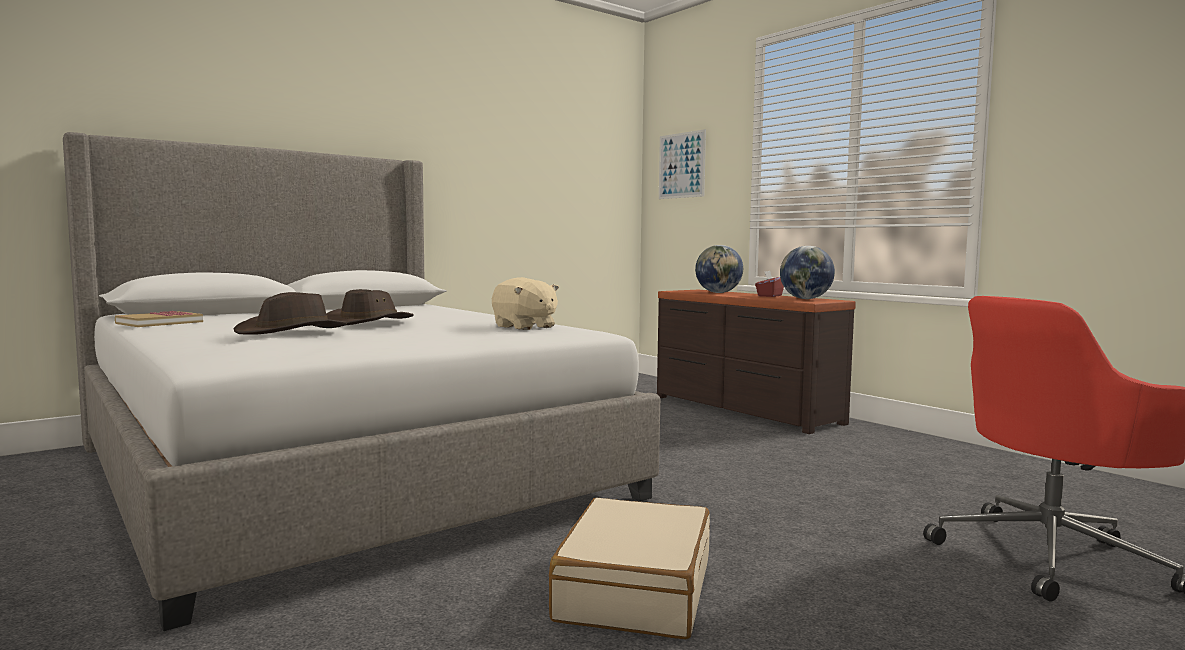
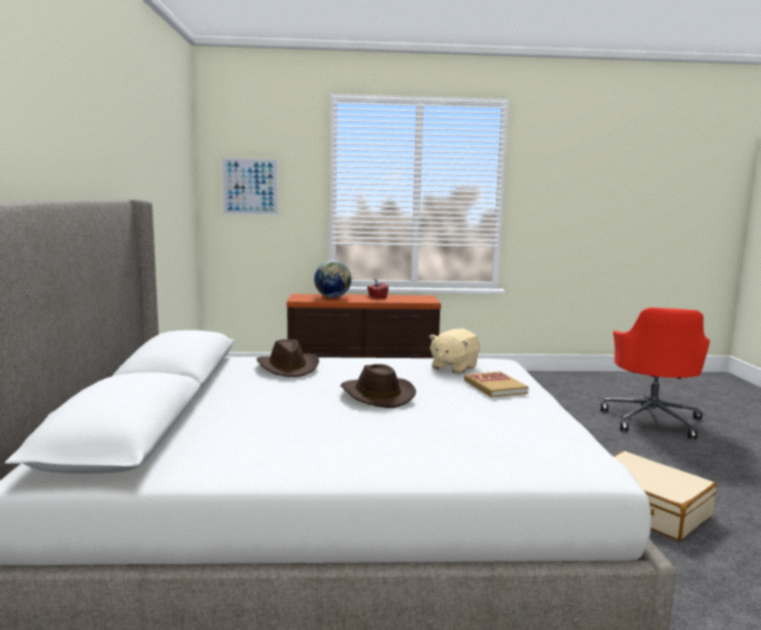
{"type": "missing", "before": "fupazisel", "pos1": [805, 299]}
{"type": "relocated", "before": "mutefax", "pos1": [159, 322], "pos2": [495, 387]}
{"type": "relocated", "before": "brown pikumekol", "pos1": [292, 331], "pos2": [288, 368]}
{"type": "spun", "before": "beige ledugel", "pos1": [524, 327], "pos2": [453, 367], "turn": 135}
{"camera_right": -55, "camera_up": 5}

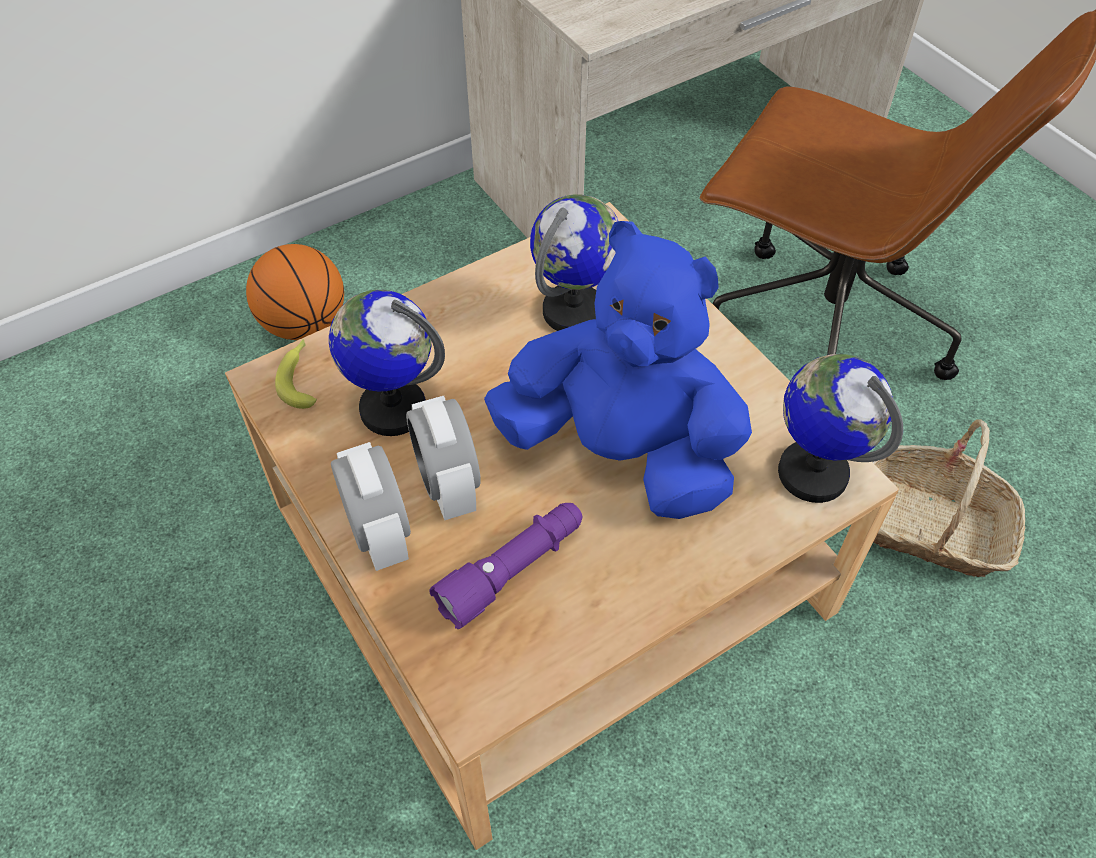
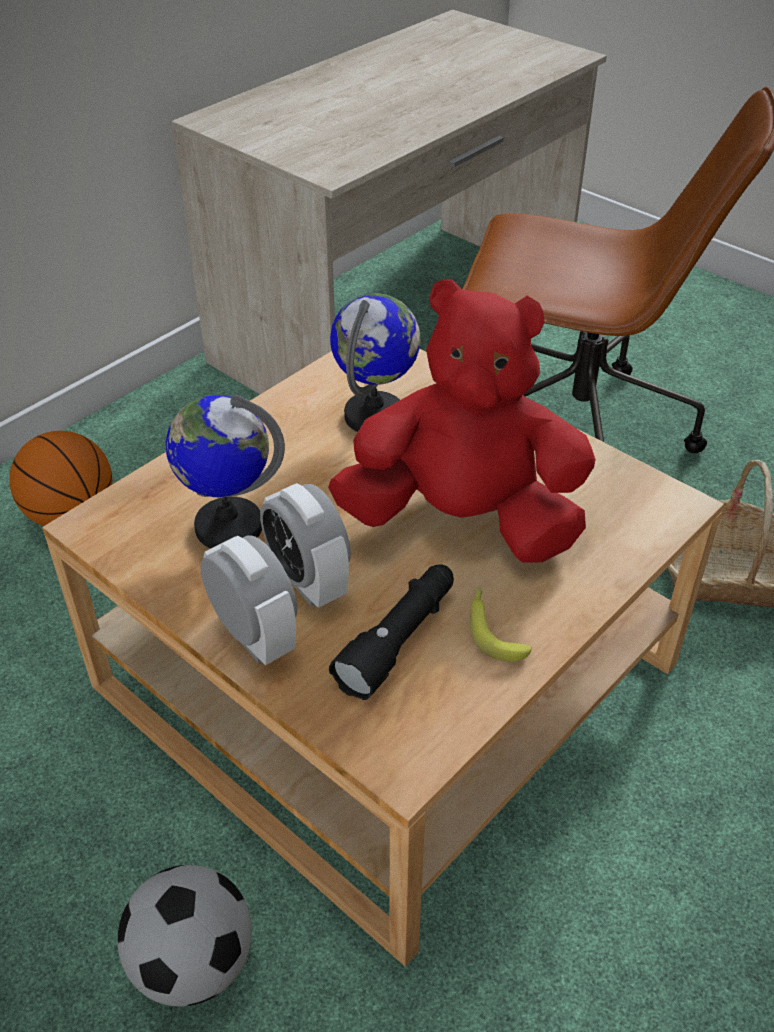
{"type": "missing", "before": "fupazisel", "pos1": [812, 472]}
{"type": "appeared", "after": "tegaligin", "pos2": [193, 962]}
{"type": "relocated", "before": "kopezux", "pos1": [300, 378], "pos2": [493, 629]}
{"type": "colour", "before": "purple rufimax", "after": "black rufimax", "pos1": [512, 570], "pos2": [399, 640]}
{"type": "colour", "before": "blue ledugel", "after": "red ledugel", "pos1": [621, 452], "pos2": [464, 521]}
{"camera_right": -15, "camera_up": -10}

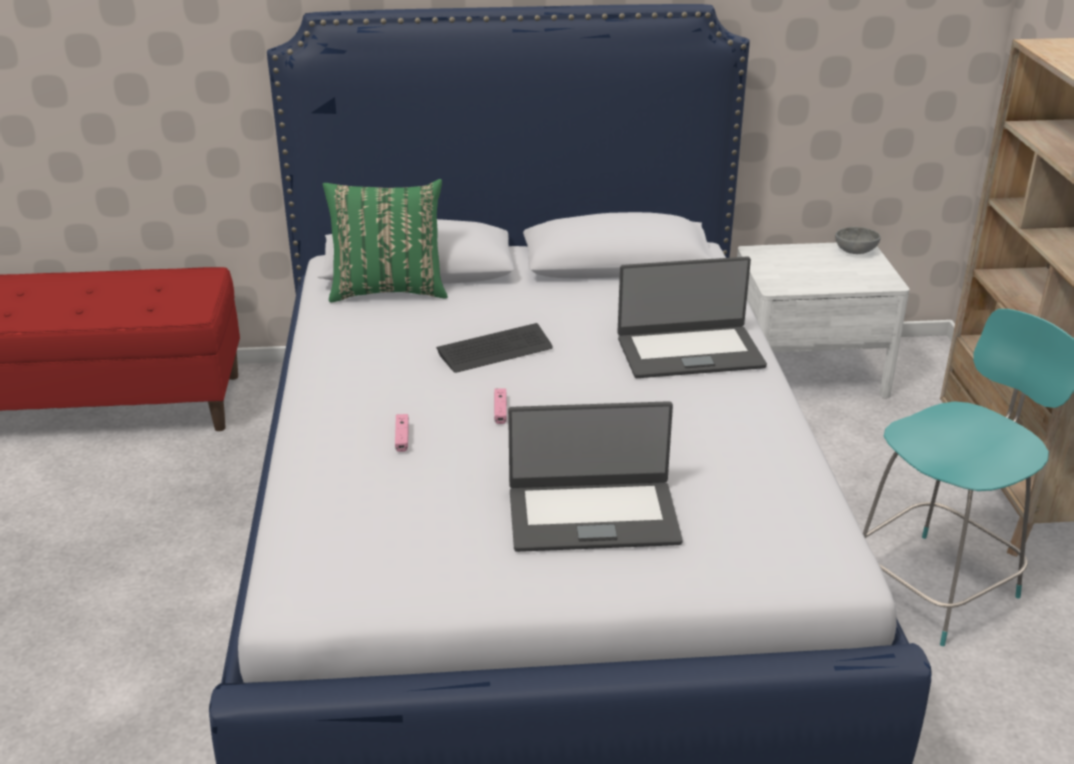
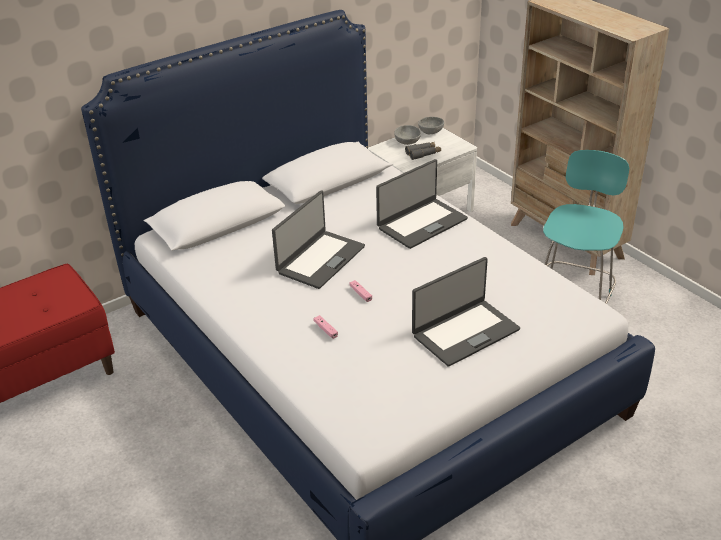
{"type": "missing", "before": "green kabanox", "pos1": [389, 290]}
{"type": "appeared", "after": "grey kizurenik", "pos2": [408, 142]}
{"type": "appeared", "after": "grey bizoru", "pos2": [423, 154]}
{"type": "exchanged", "before": "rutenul", "after": "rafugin", "pos1": [495, 350], "pos2": [320, 259]}
{"camera_right": -30, "camera_up": 5}

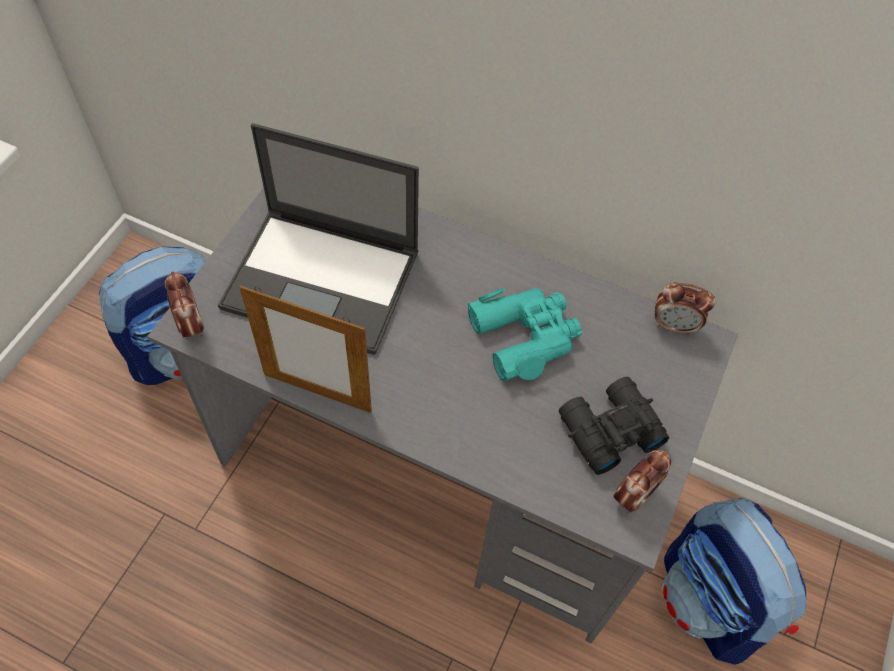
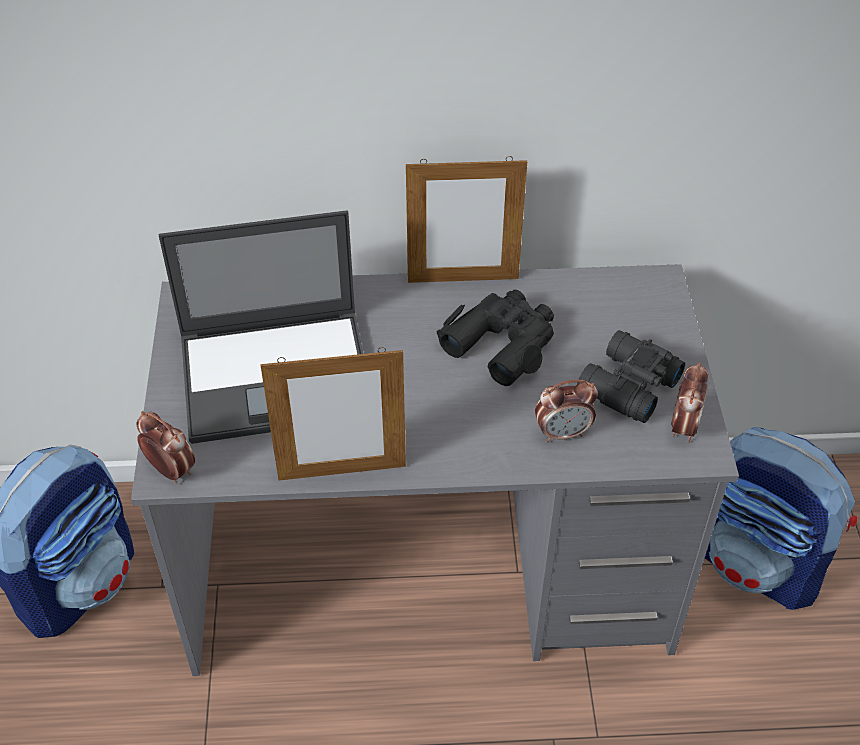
{"type": "appeared", "after": "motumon", "pos2": [463, 280]}
{"type": "relocated", "before": "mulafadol", "pos1": [674, 325], "pos2": [563, 433]}
{"type": "colour", "before": "turquoise bizoru", "after": "black bizoru", "pos1": [525, 336], "pos2": [502, 342]}
{"camera_right": -25, "camera_up": -10}

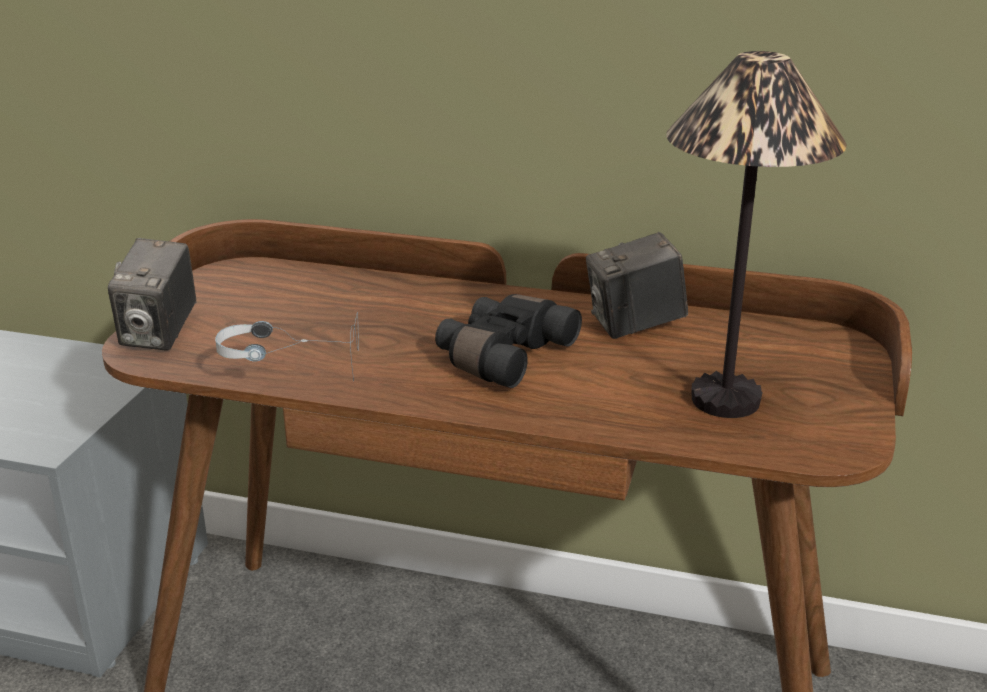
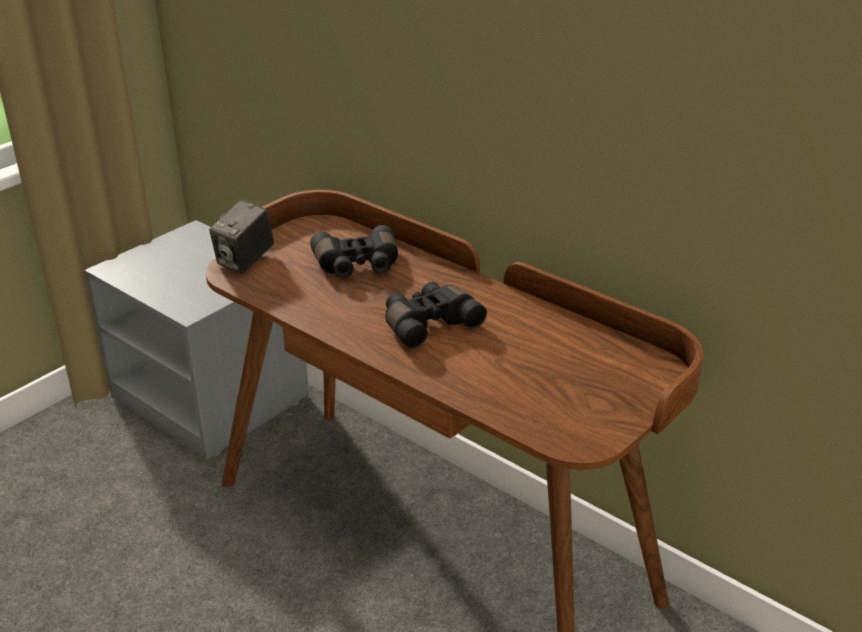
{"type": "missing", "before": "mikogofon", "pos1": [291, 367]}
{"type": "missing", "before": "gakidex", "pos1": [634, 326]}
{"type": "missing", "before": "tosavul", "pos1": [727, 401]}
{"type": "appeared", "after": "black bizoru", "pos2": [357, 266]}
{"camera_right": 25, "camera_up": 5}

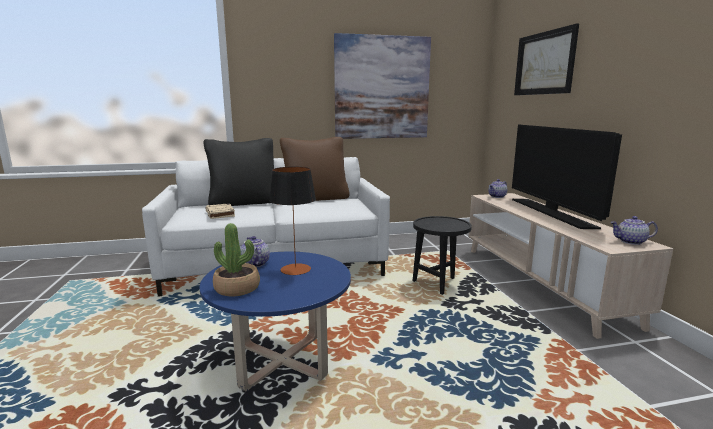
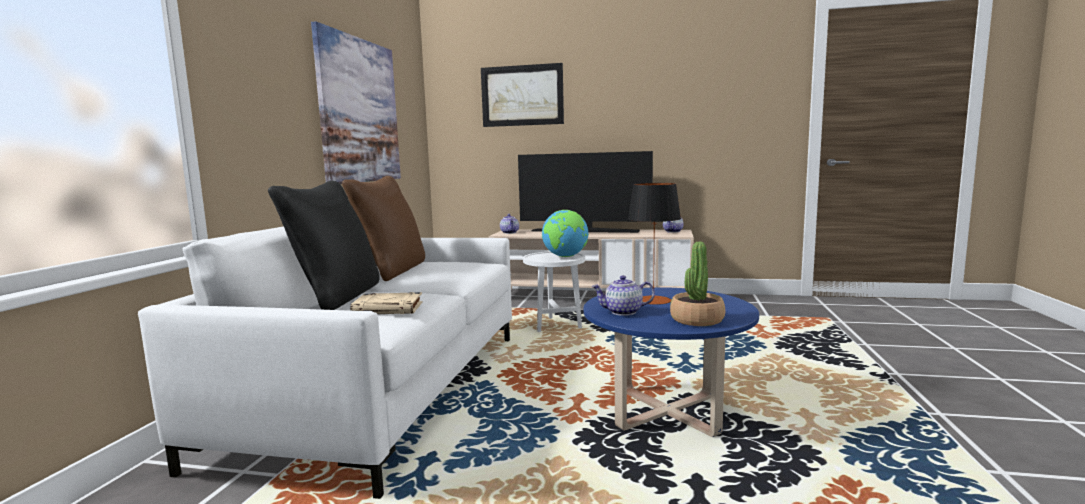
{"type": "appeared", "after": "fupazisel", "pos2": [565, 256]}
{"type": "colour", "before": "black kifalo", "after": "white kifalo", "pos1": [438, 284], "pos2": [555, 325]}
{"camera_right": -65, "camera_up": -5}

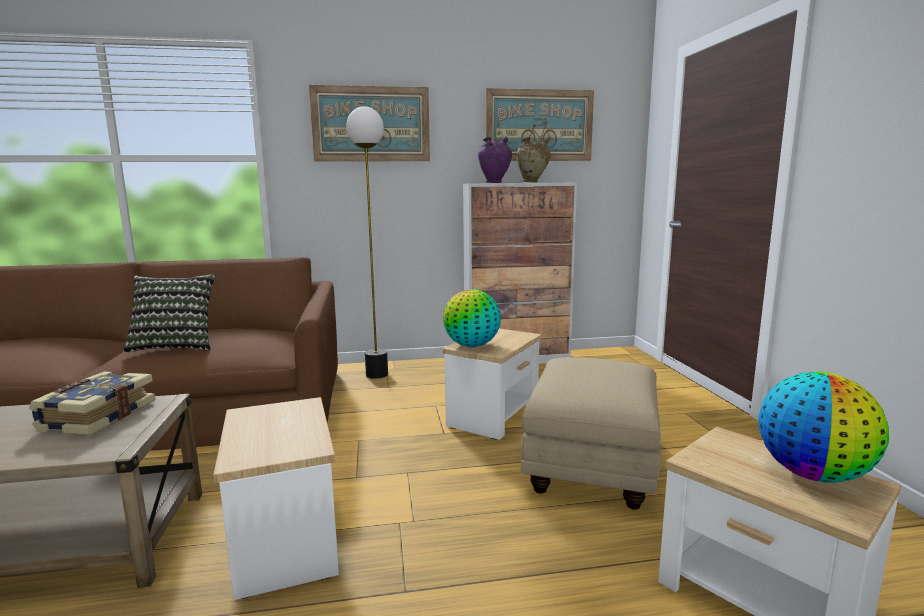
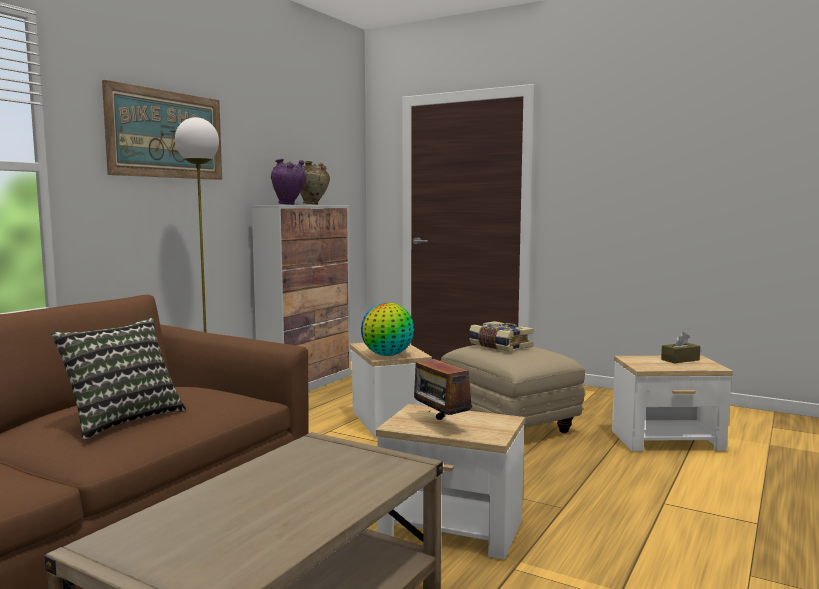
{"type": "missing", "before": "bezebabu", "pos1": [539, 125]}
{"type": "appeared", "after": "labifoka", "pos2": [440, 424]}
{"type": "relocated", "before": "mutefax", "pos1": [96, 416], "pos2": [499, 346]}
{"type": "exchanged", "before": "fupazisel", "after": "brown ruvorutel", "pos1": [813, 474], "pos2": [680, 360]}
{"camera_right": -50, "camera_up": -5}

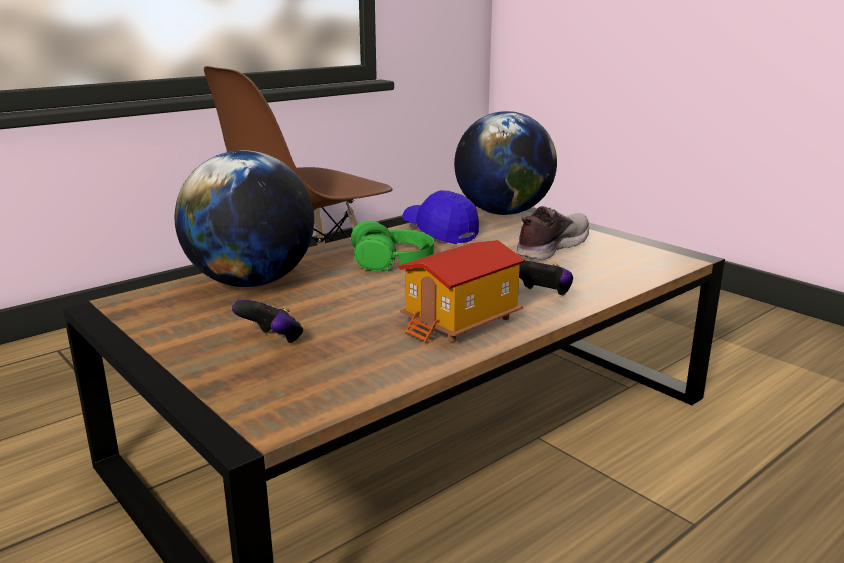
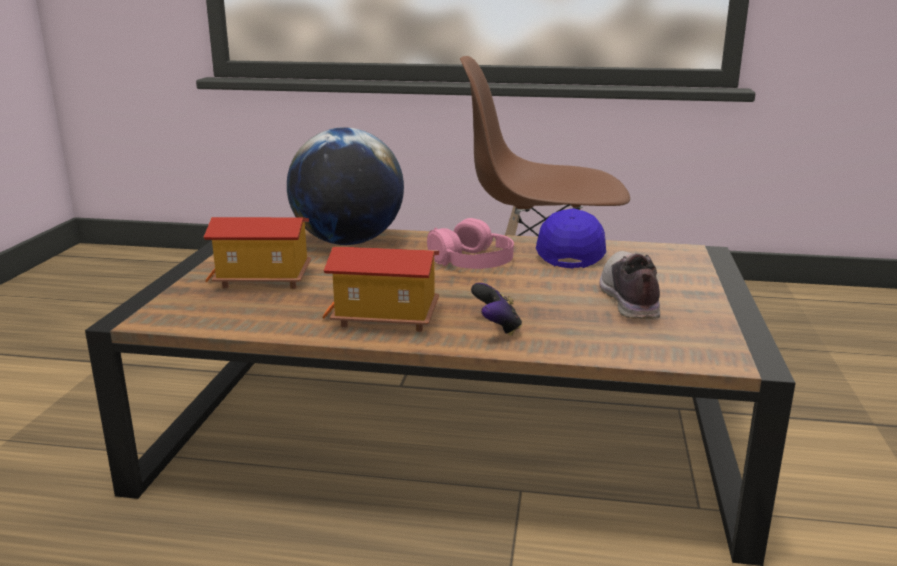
{"type": "missing", "before": "fupazisel", "pos1": [503, 213]}
{"type": "exchanged", "before": "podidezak", "after": "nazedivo", "pos1": [273, 341], "pos2": [262, 280]}
{"type": "colour", "before": "green mikogofon", "after": "pink mikogofon", "pos1": [393, 259], "pos2": [472, 260]}
{"type": "spun", "before": "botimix", "pos1": [550, 247], "pos2": [628, 298], "turn": -90}
{"camera_right": 50, "camera_up": 0}

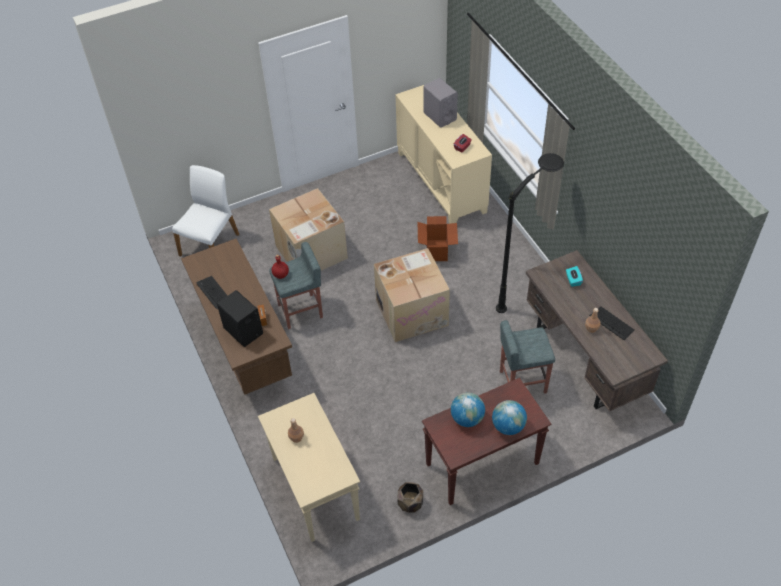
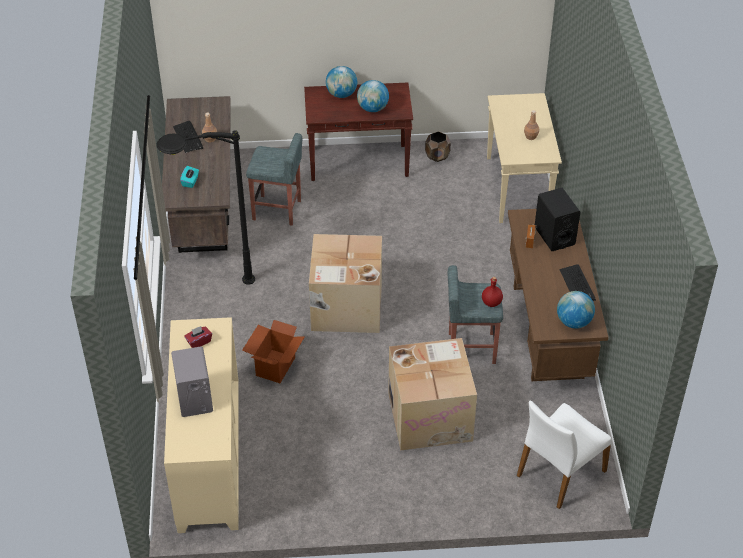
{"type": "appeared", "after": "fupazisel", "pos2": [573, 322]}
{"camera_right": -160, "camera_up": -5}

